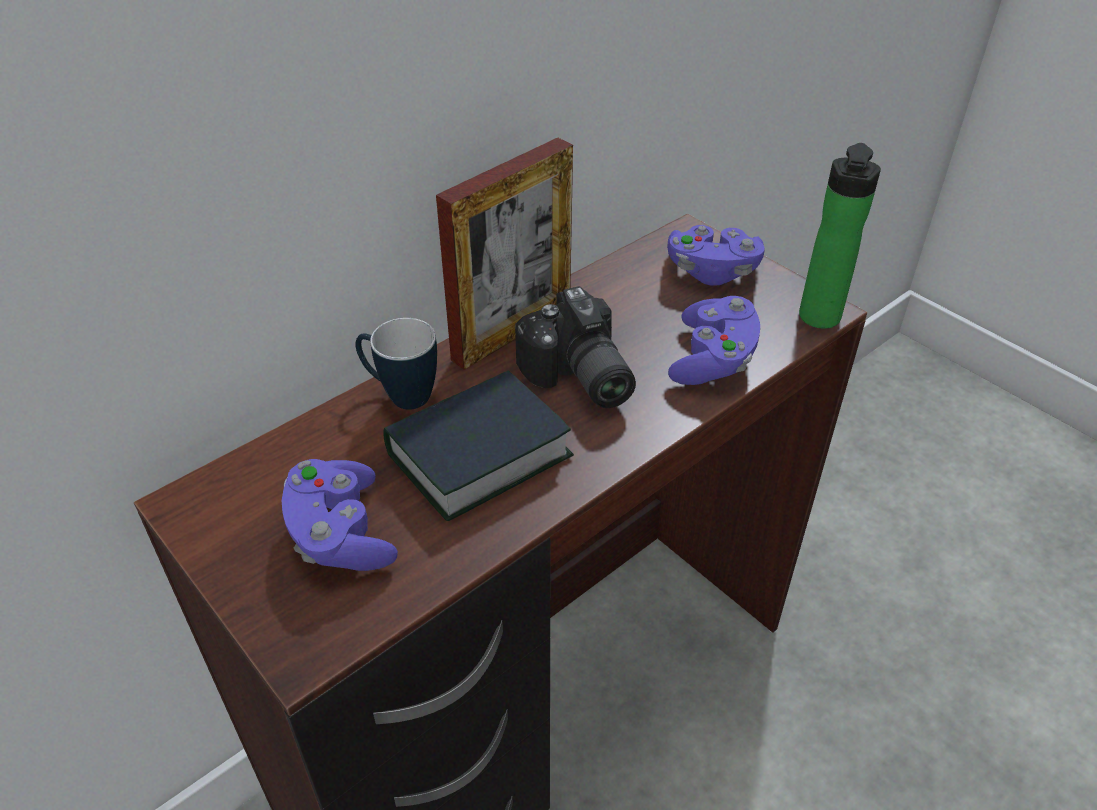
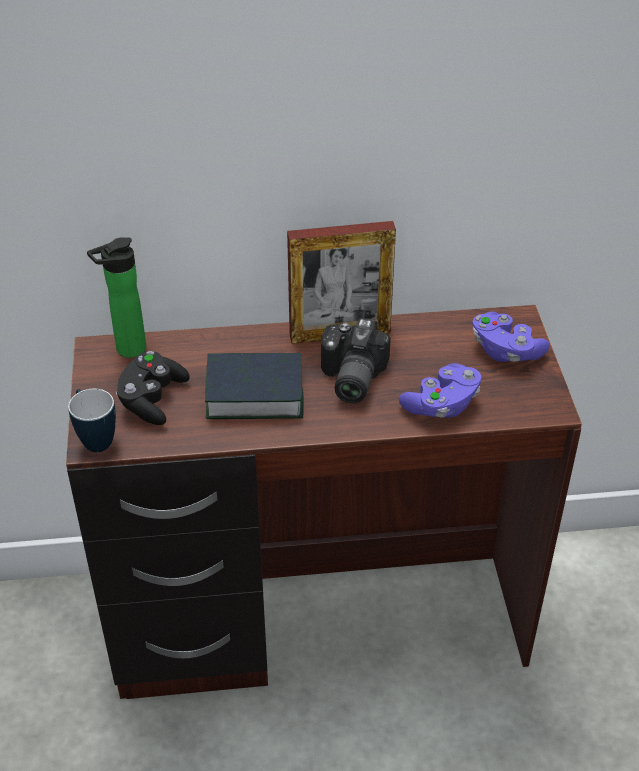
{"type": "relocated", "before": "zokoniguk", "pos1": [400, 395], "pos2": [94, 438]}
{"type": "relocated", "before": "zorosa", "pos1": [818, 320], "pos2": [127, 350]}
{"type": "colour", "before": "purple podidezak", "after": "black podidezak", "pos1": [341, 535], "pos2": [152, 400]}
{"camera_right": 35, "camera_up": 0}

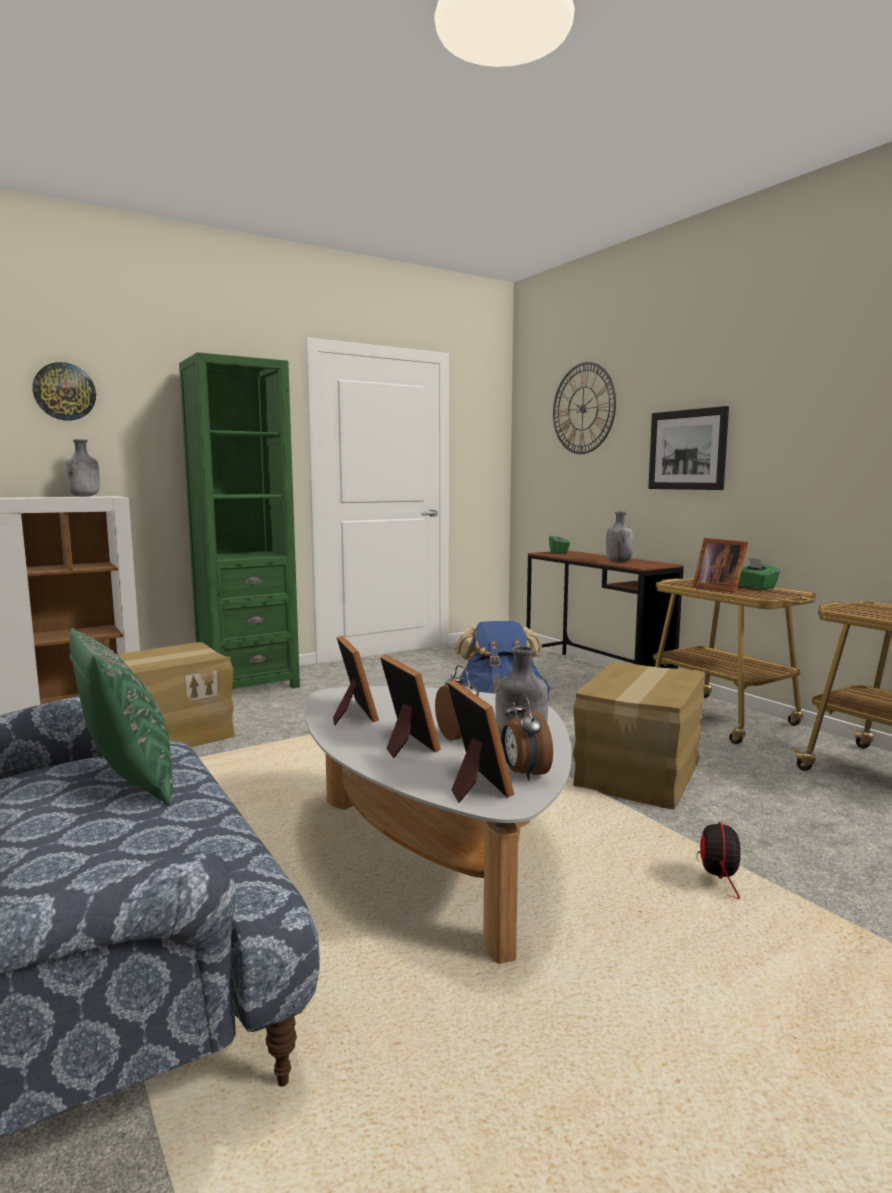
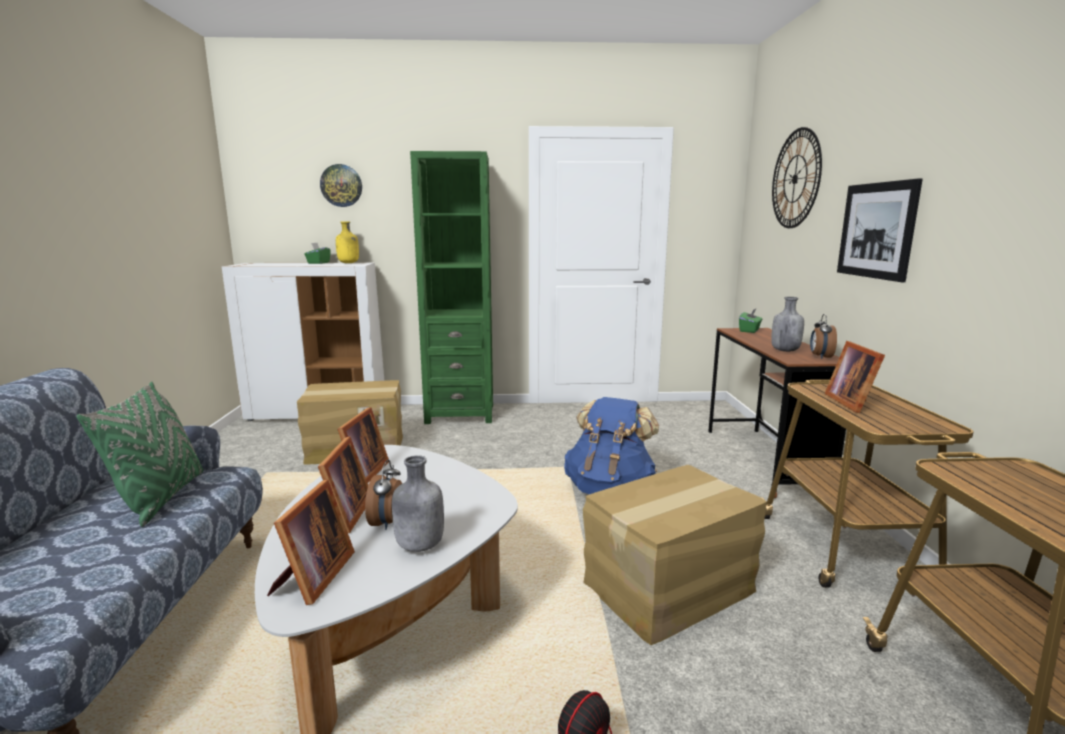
{"type": "relocated", "before": "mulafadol", "pos1": [524, 774], "pos2": [820, 357]}
{"type": "relocated", "before": "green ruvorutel", "pos1": [755, 587], "pos2": [318, 263]}
{"type": "colour", "before": "grey zorosa", "after": "yellow zorosa", "pos1": [85, 496], "pos2": [348, 263]}
{"camera_right": 30, "camera_up": 5}

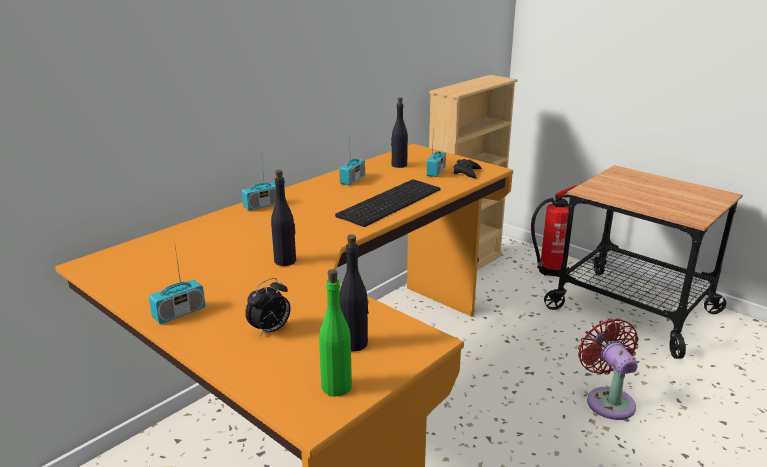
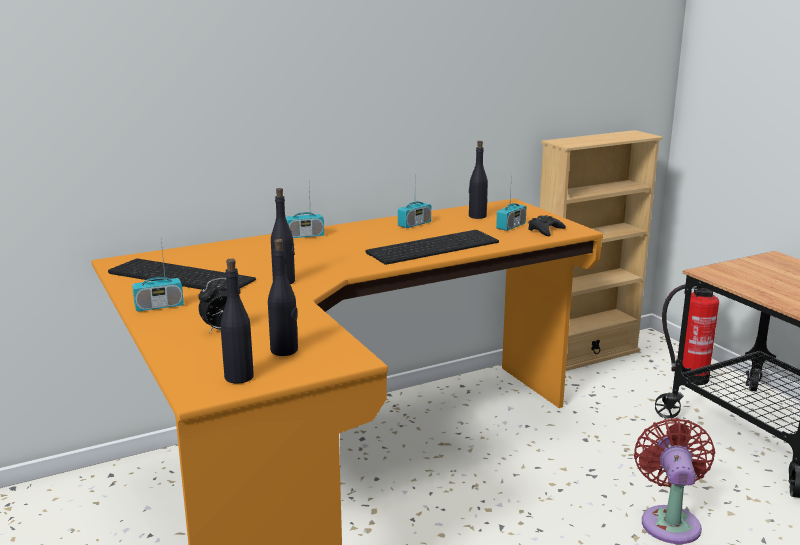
{"type": "appeared", "after": "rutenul", "pos2": [178, 277]}
{"type": "colour", "before": "green zorosa", "after": "black zorosa", "pos1": [336, 386], "pos2": [239, 377]}
{"camera_right": 20, "camera_up": -5}

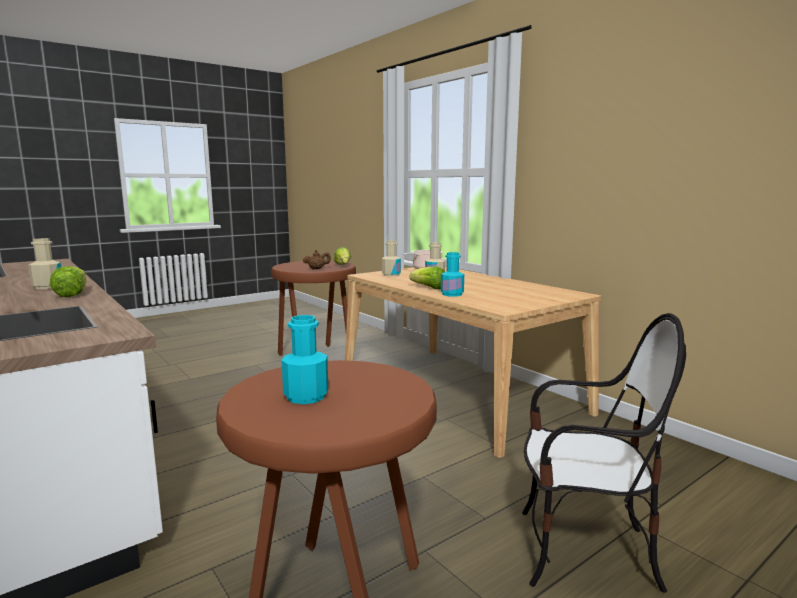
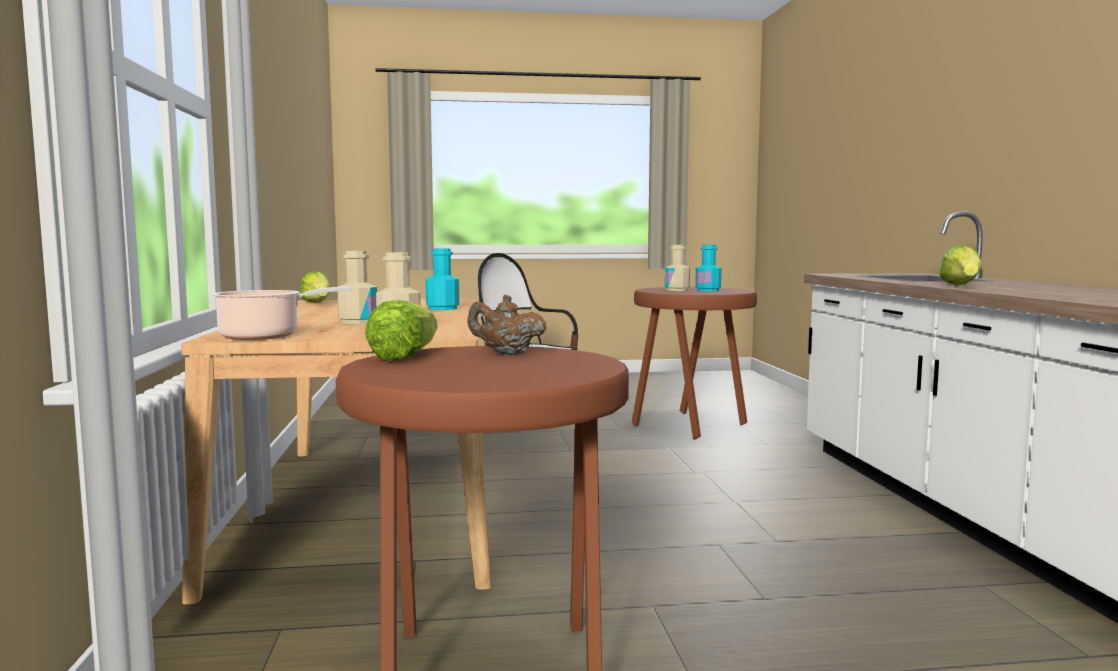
{"type": "relocated", "before": "beige zorosa", "pos1": [48, 287], "pos2": [677, 290]}
{"type": "relocated", "before": "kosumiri", "pos1": [429, 288], "pos2": [318, 303]}
{"camera_right": -150, "camera_up": -5}

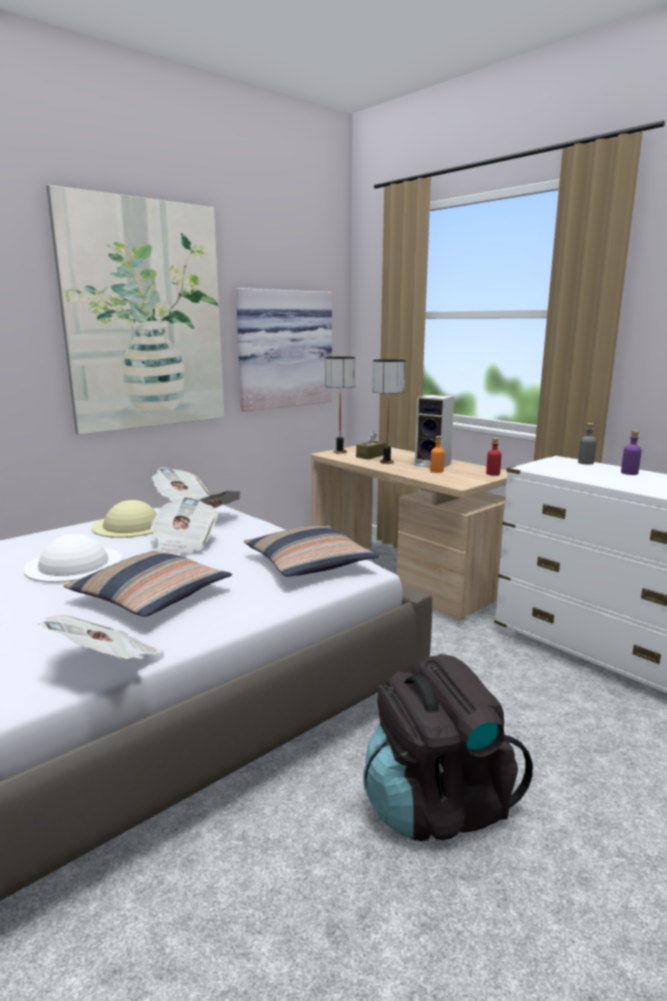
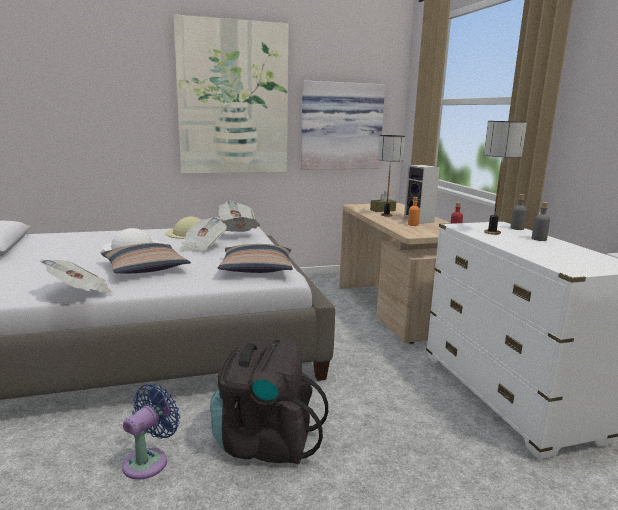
{"type": "appeared", "after": "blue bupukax", "pos2": [149, 461]}
{"type": "relocated", "before": "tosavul", "pos1": [340, 452], "pos2": [492, 232]}
{"type": "colour", "before": "purple zorosa", "after": "grey zorosa", "pos1": [629, 473], "pos2": [539, 239]}
{"camera_right": 25, "camera_up": 0}

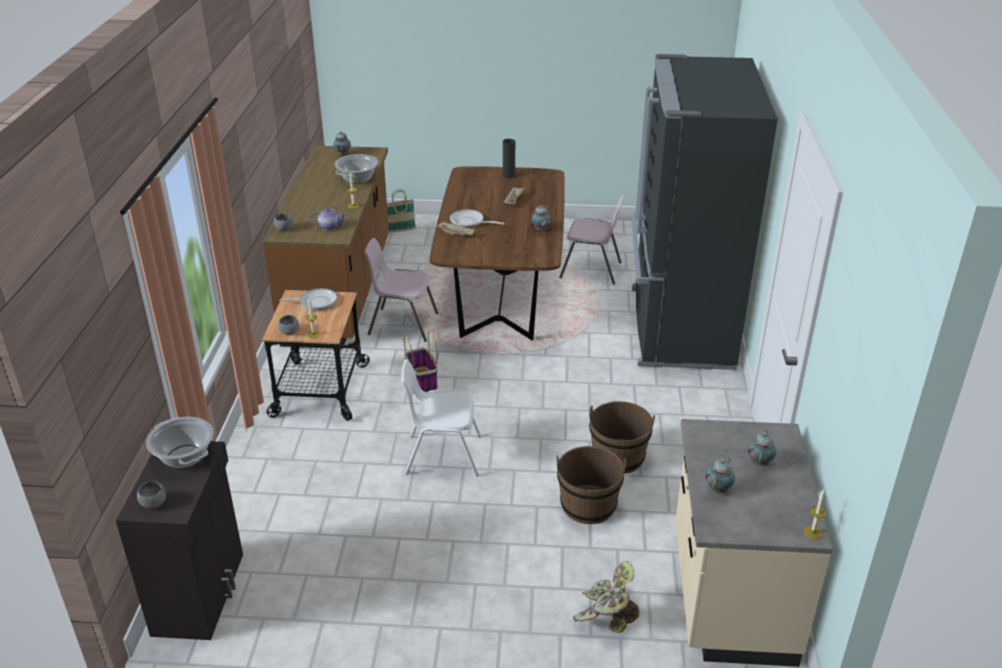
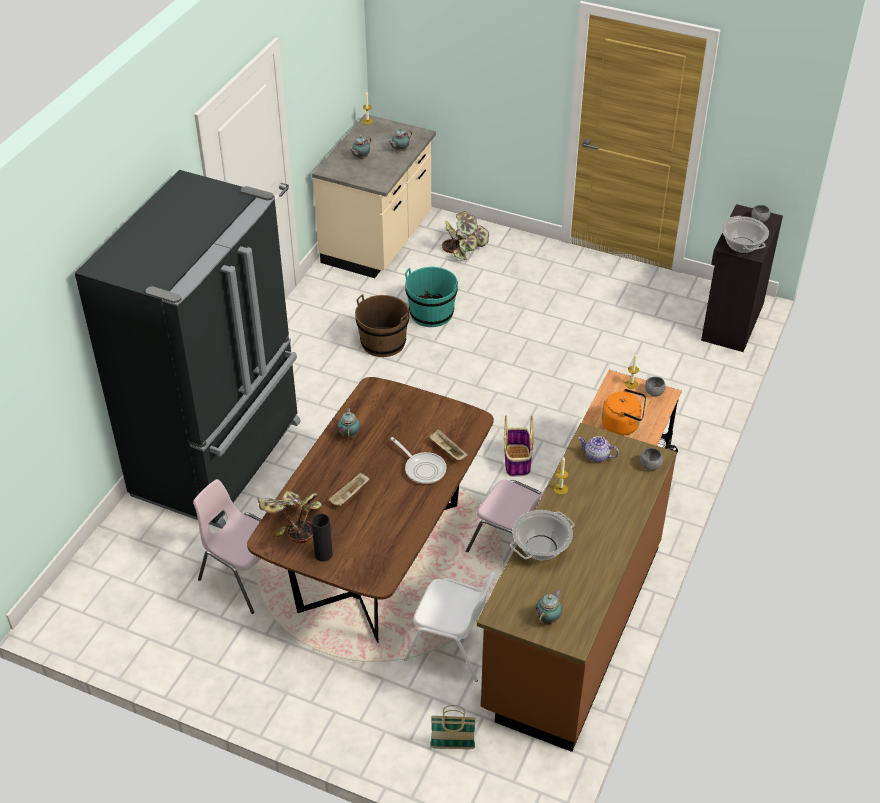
{"type": "appeared", "after": "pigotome", "pos2": [290, 523]}
{"type": "relocated", "before": "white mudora", "pos1": [442, 454], "pos2": [453, 647]}
{"type": "exchanged", "before": "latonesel", "after": "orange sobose", "pos1": [316, 302], "pos2": [623, 425]}
{"type": "colour", "before": "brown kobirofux", "after": "turquoise kobirofux", "pos1": [588, 505], "pos2": [431, 313]}
{"camera_right": -160, "camera_up": 10}

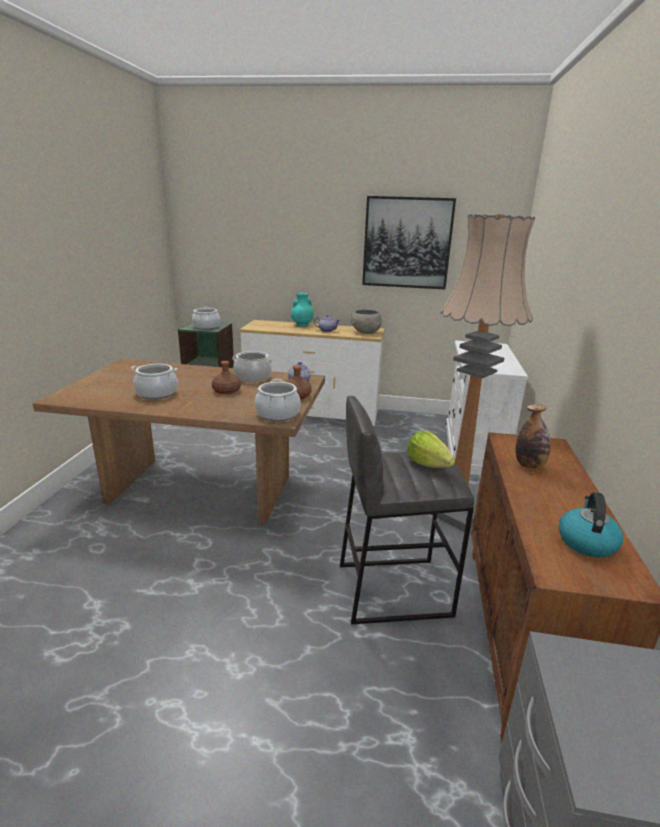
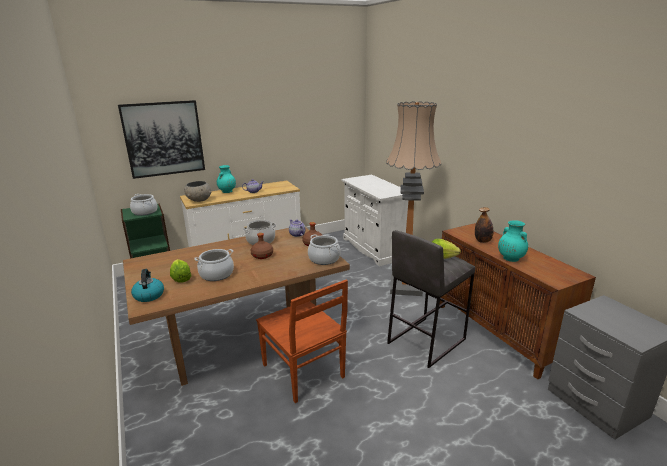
{"type": "appeared", "after": "kosumiri", "pos2": [181, 278]}
{"type": "appeared", "after": "brown mudora", "pos2": [304, 372]}
{"type": "appeared", "after": "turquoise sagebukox", "pos2": [510, 258]}
{"type": "relocated", "before": "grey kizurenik", "pos1": [365, 332], "pos2": [199, 200]}
{"type": "relocated", "before": "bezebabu", "pos1": [407, 243], "pos2": [164, 139]}
{"type": "relocated", "before": "sobose", "pos1": [586, 542], "pos2": [149, 295]}
{"camera_right": -35, "camera_up": 0}

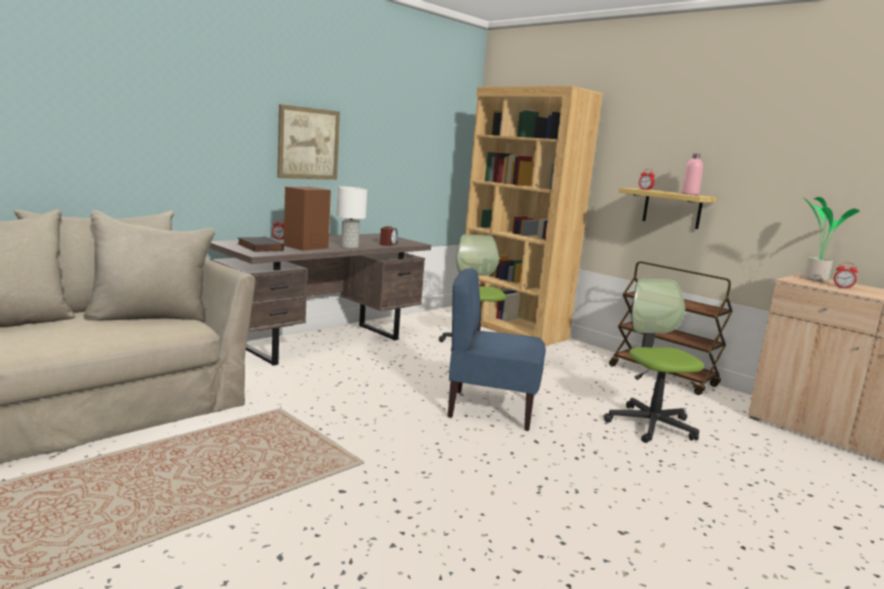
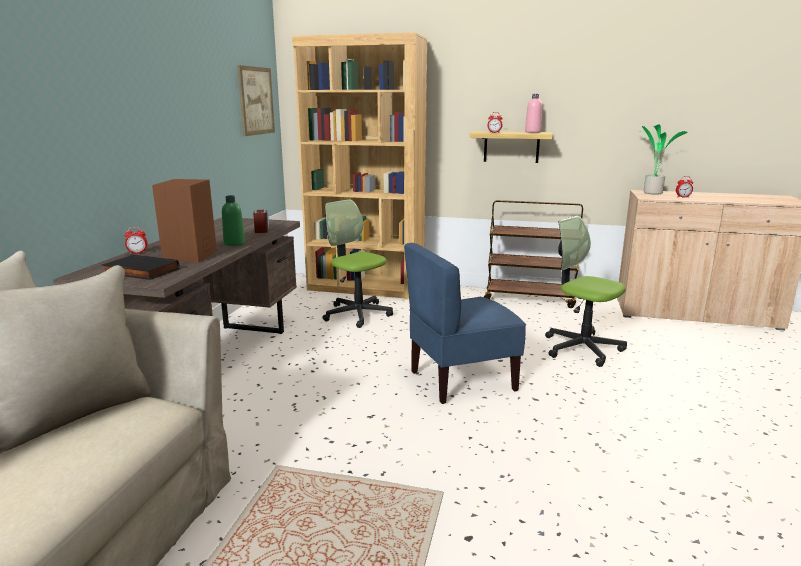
{"type": "relocated", "before": "bezebabu", "pos1": [308, 143], "pos2": [256, 101]}
{"type": "exchanged", "before": "white tosavul", "after": "green zorosa", "pos1": [350, 247], "pos2": [234, 243]}
{"camera_right": -30, "camera_up": 5}

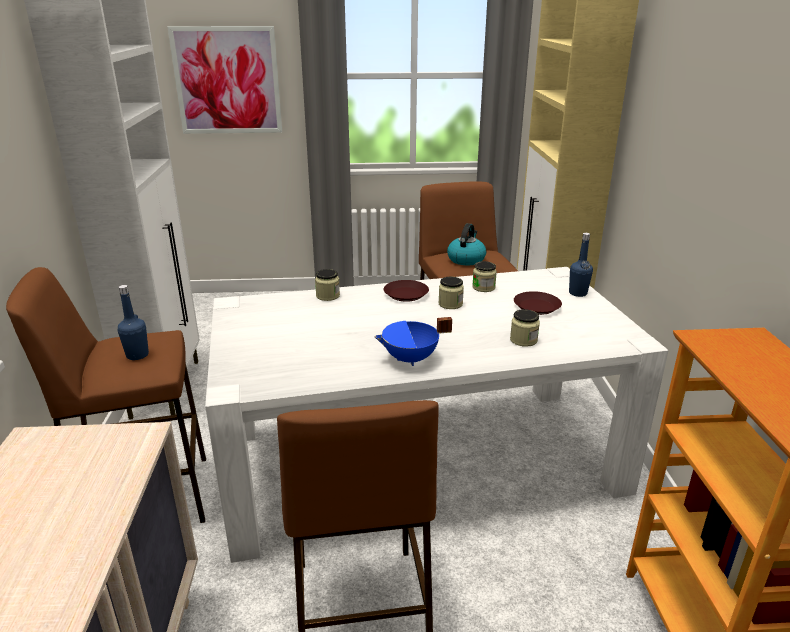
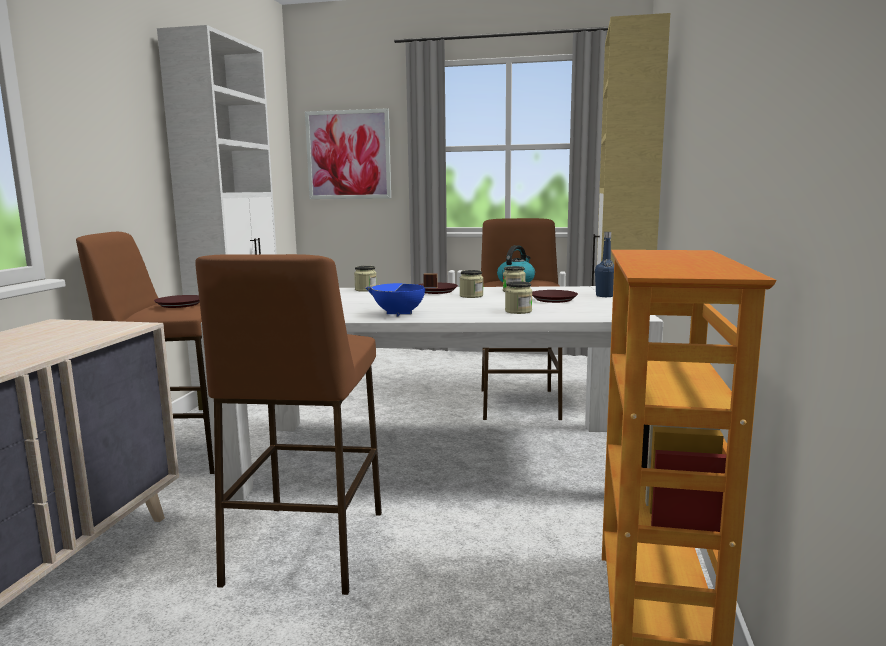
{"type": "exchanged", "before": "blue zorosa", "after": "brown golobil", "pos1": [137, 355], "pos2": [179, 305]}
{"camera_right": 15, "camera_up": -15}

